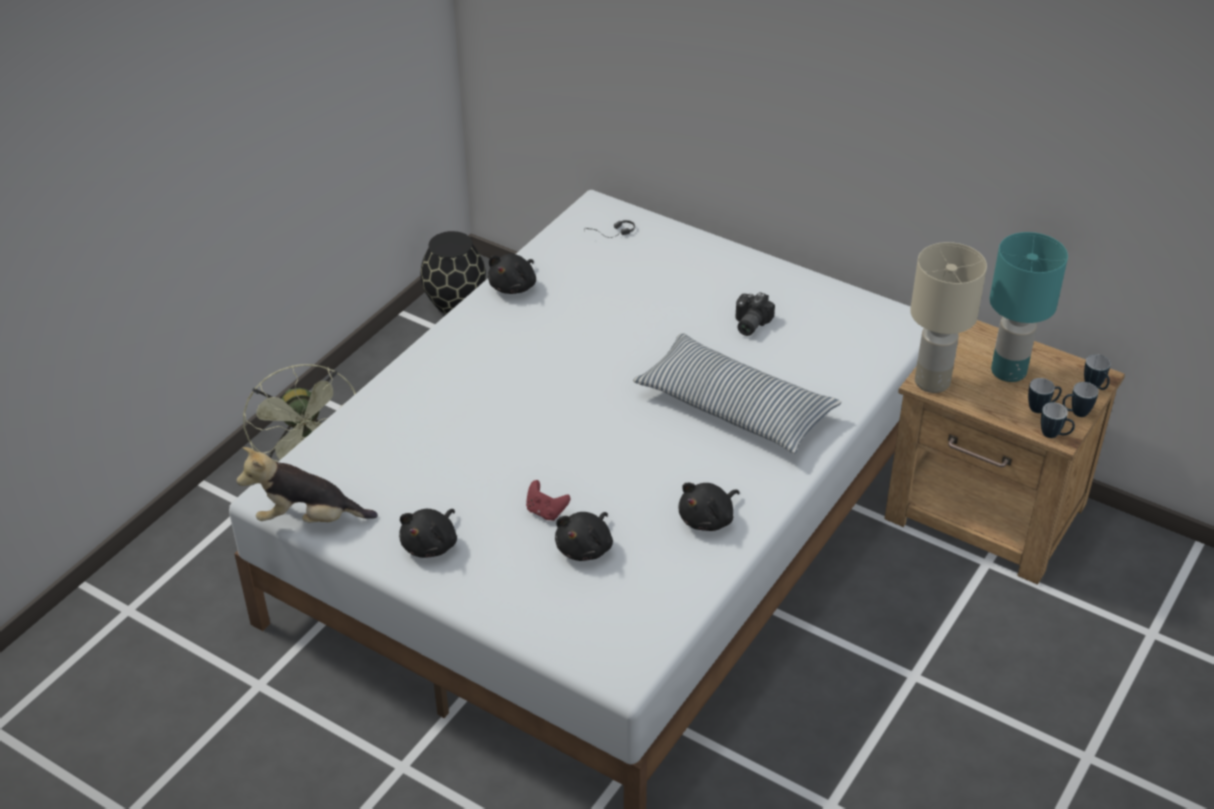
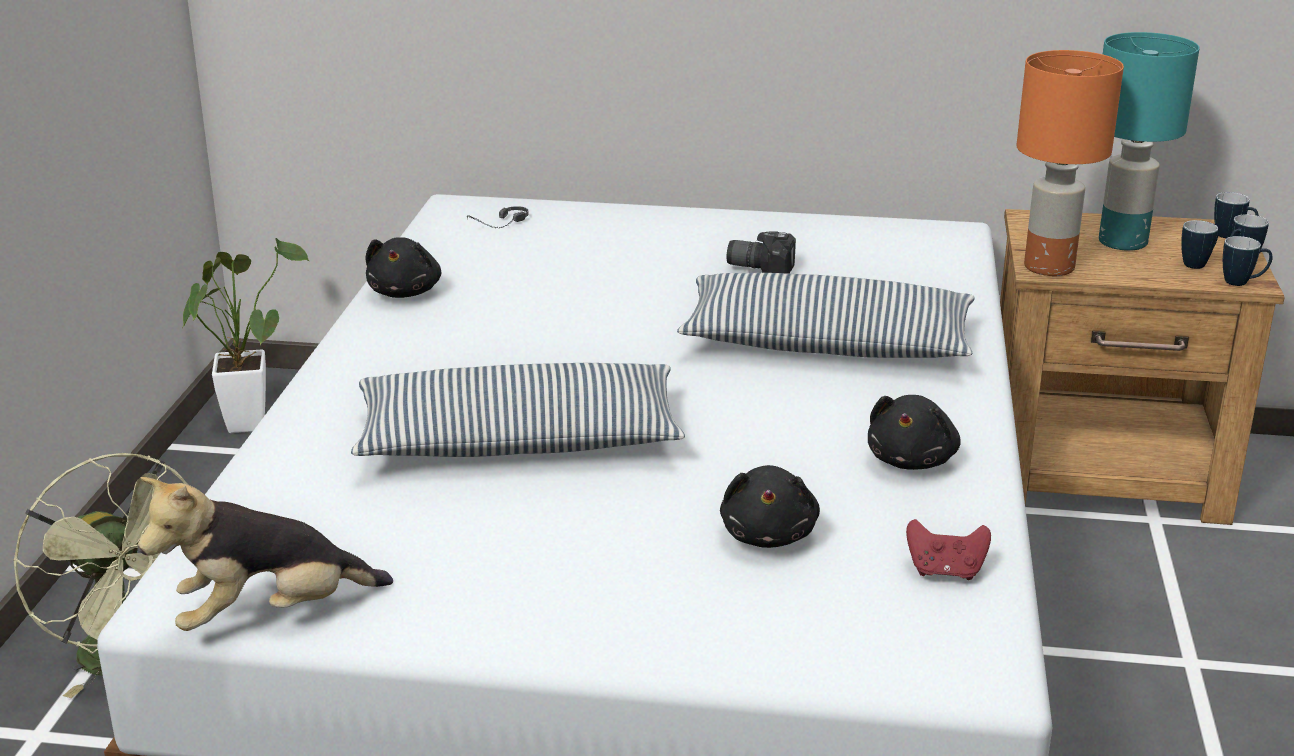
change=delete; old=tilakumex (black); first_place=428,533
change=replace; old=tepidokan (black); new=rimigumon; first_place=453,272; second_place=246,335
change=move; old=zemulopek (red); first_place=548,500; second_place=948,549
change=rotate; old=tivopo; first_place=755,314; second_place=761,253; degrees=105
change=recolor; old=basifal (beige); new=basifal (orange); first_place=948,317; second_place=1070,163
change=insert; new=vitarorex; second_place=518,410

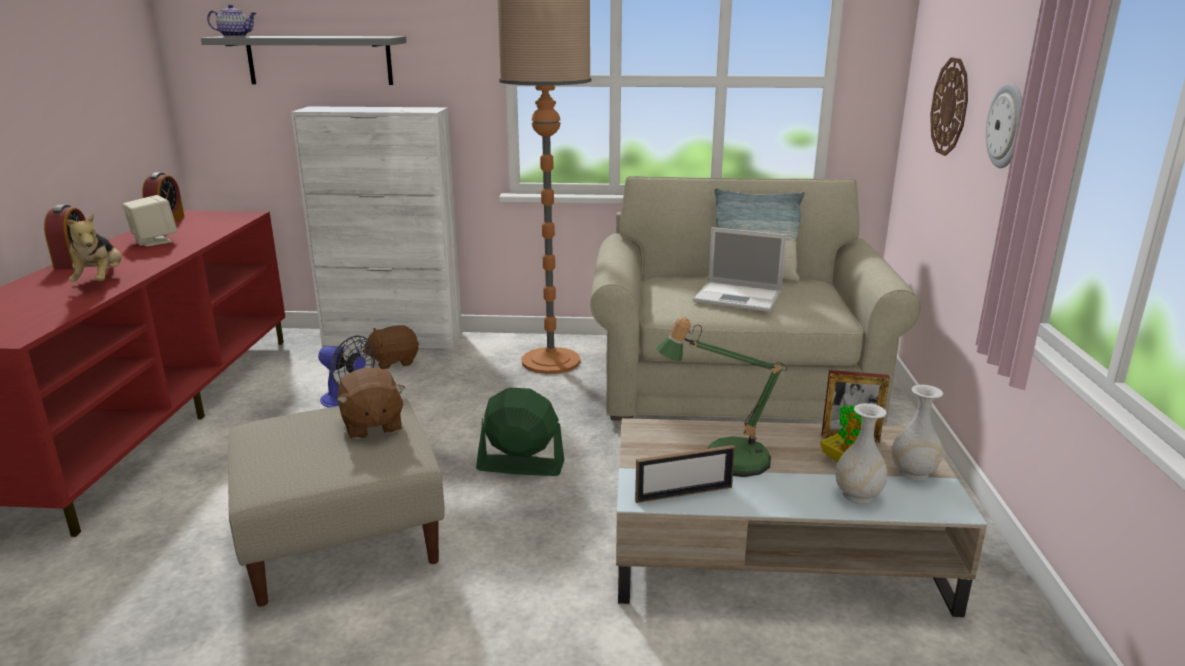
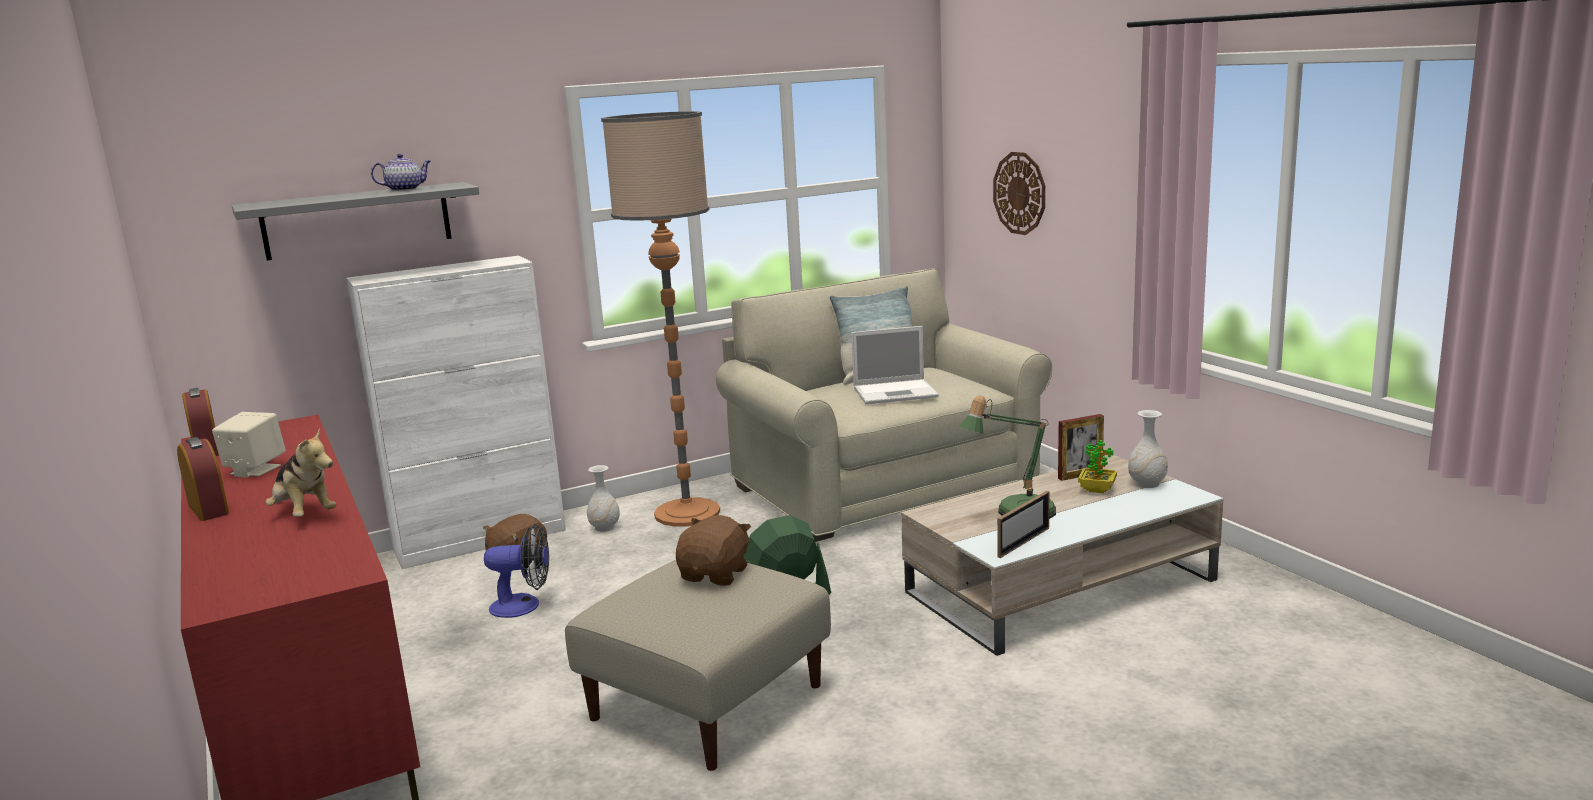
change=move; old=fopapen; first_place=232,20; second_place=401,172
change=rotate; old=tilakumex (brown); first_place=371,404; second_place=713,550; degrees=-105
change=move; old=tepidokan (white); first_place=861,453; second_place=603,498
change=delete; old=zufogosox; first_place=1004,125

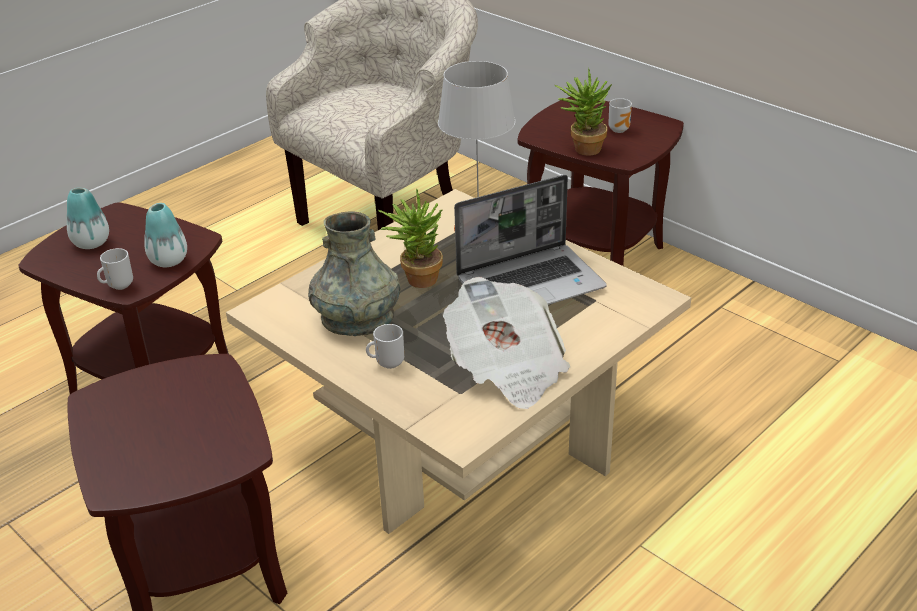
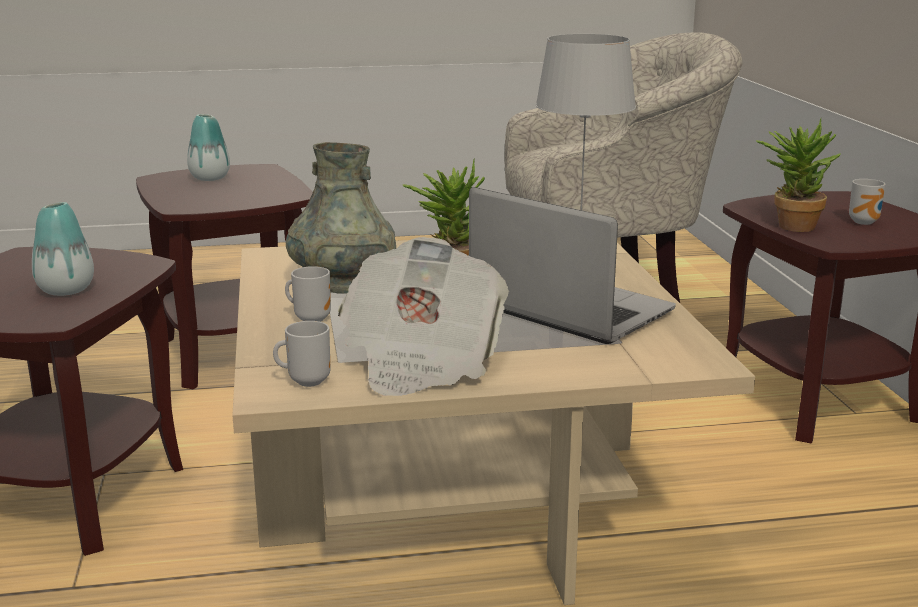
change=move; old=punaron; first_place=115,269; second_place=302,354
change=move; old=tepidokan; first_place=165,235; second_place=63,249
change=rotate; old=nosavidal; first_place=530,240; second_place=572,265; degrees=-150

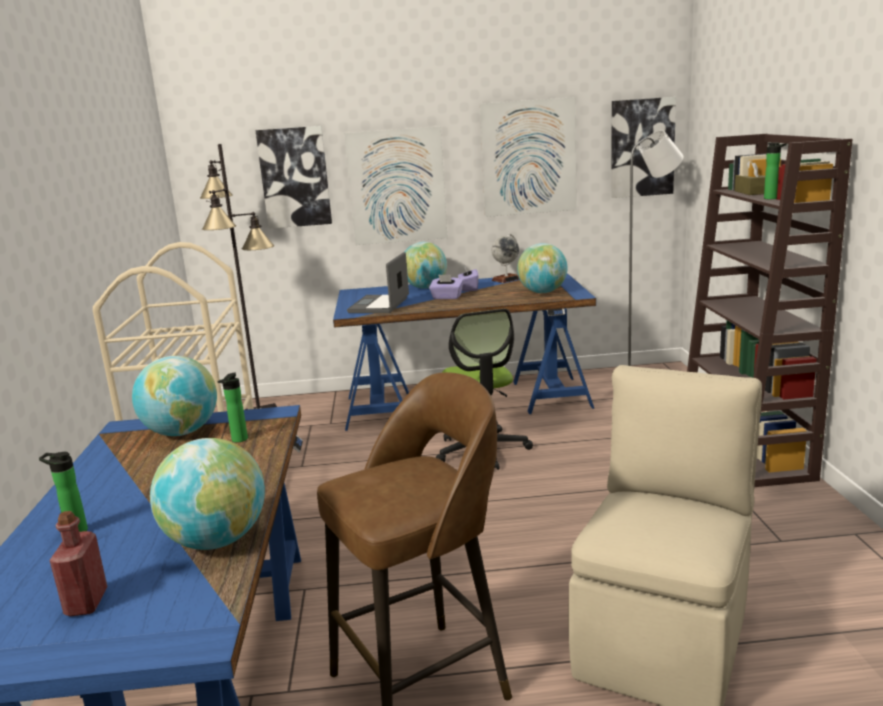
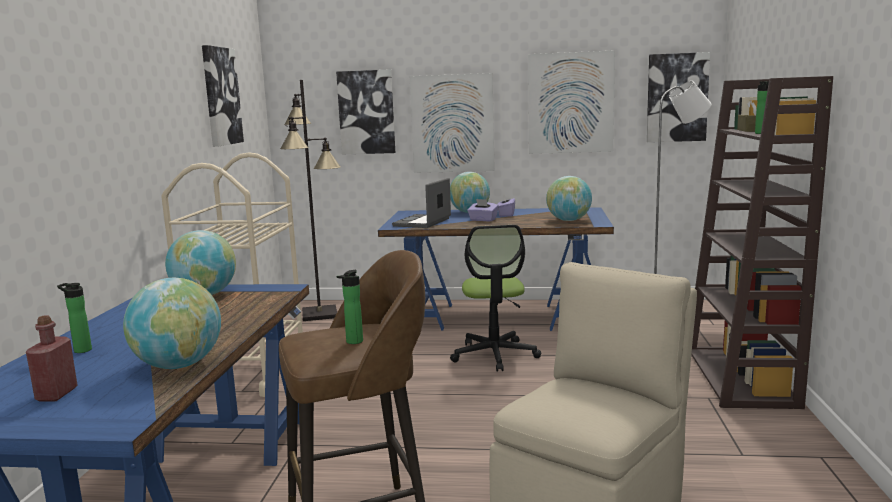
change=move; old=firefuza; first_place=232,407; second_place=350,307
change=delete; old=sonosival; first_place=505,258
change=insert; new=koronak; second_place=223,96

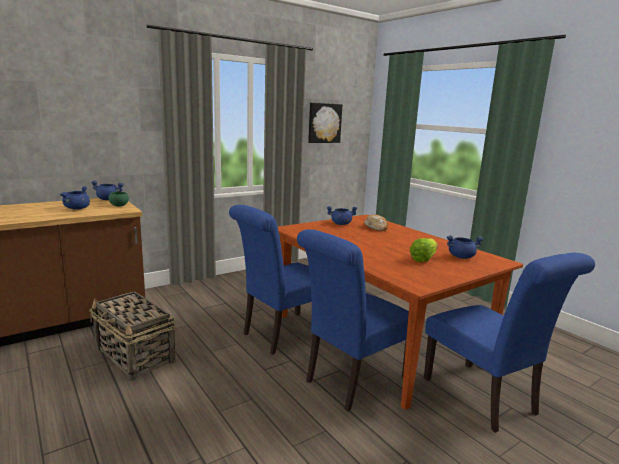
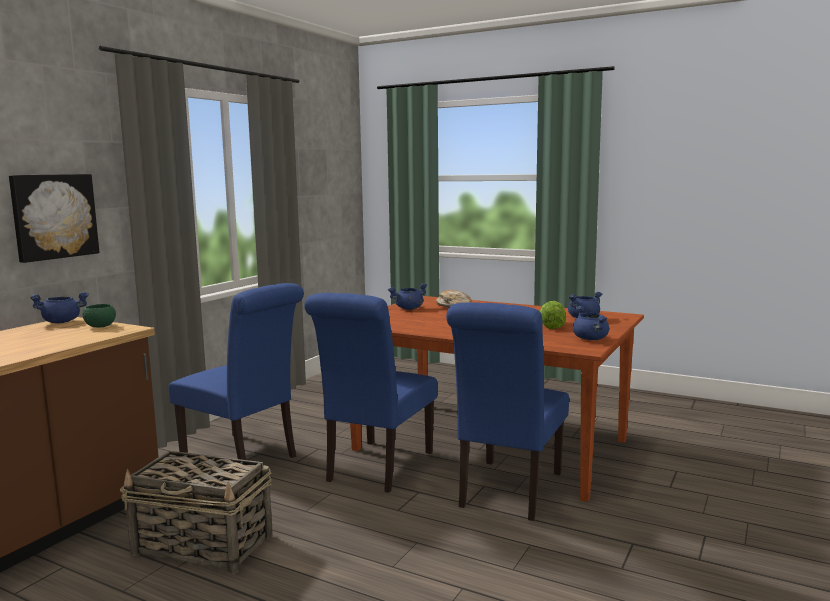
change=move; old=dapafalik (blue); first_place=75,198; second_place=591,323
change=move; old=koronak; first_place=325,123; second_place=54,218
change=move; old=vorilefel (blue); first_place=509,343; second_place=236,371

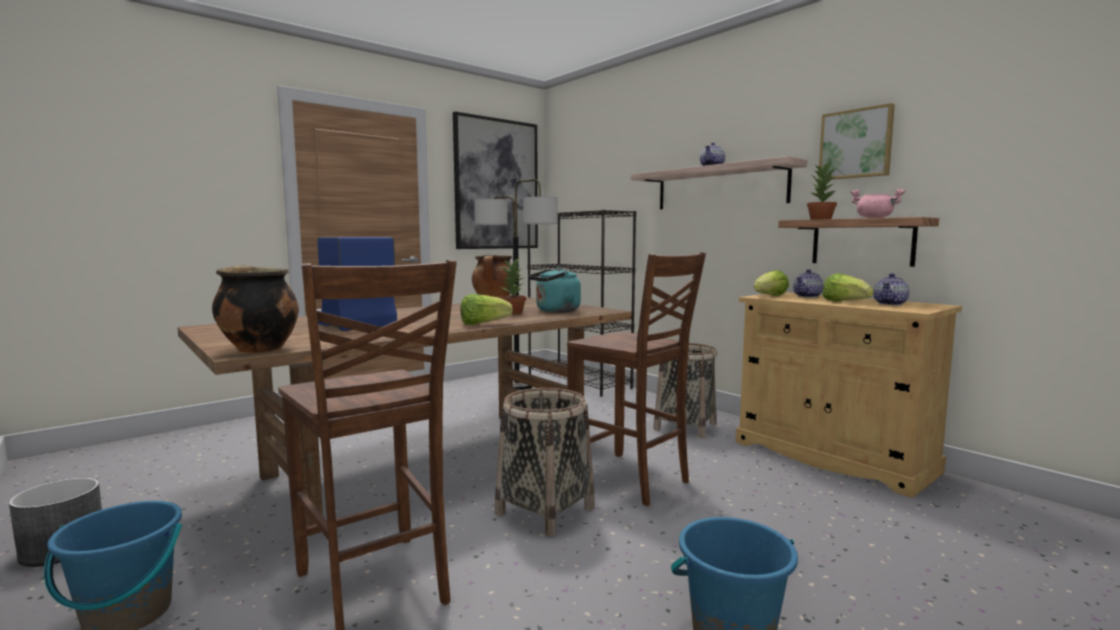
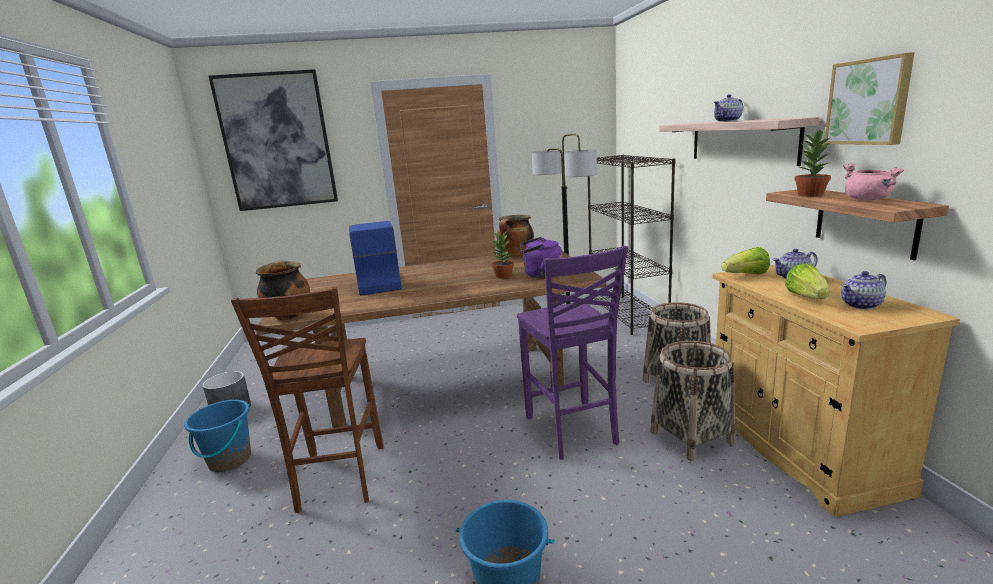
change=move; old=koronak; first_place=495,180; second_place=273,140
change=delete; old=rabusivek; first_place=486,309
change=move; old=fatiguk; first_place=545,462; second_place=693,401
change=recolor; old=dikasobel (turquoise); new=dikasobel (purple); first_place=554,289; second_place=541,257
change=recolor; old=vorilefel (brown); new=vorilefel (purple); first_place=636,379; second_place=572,353

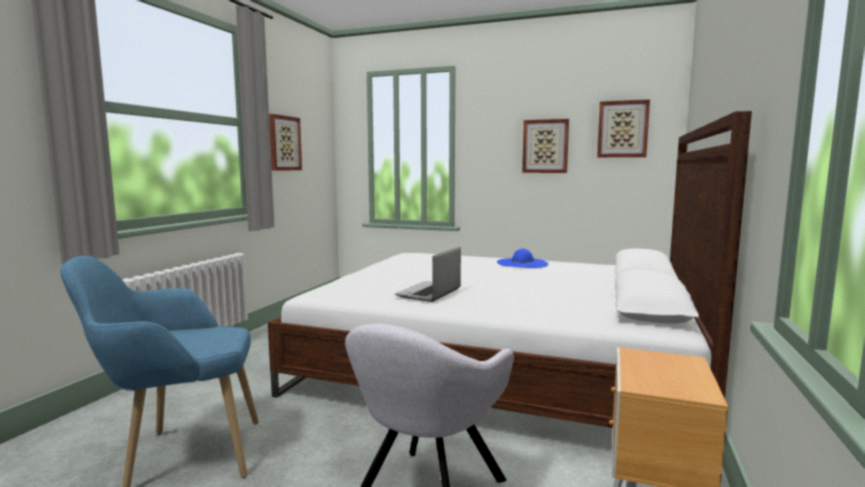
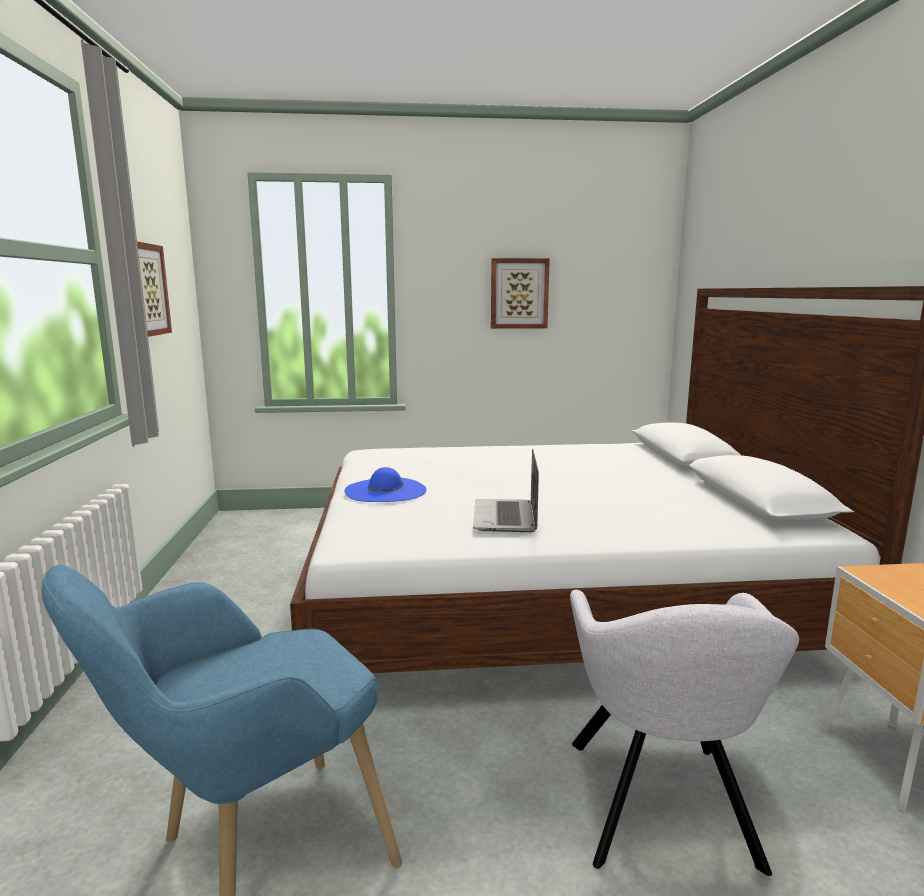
change=move; old=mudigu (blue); first_place=523,258; second_place=386,484
change=delete; old=koronak; first_place=623,128

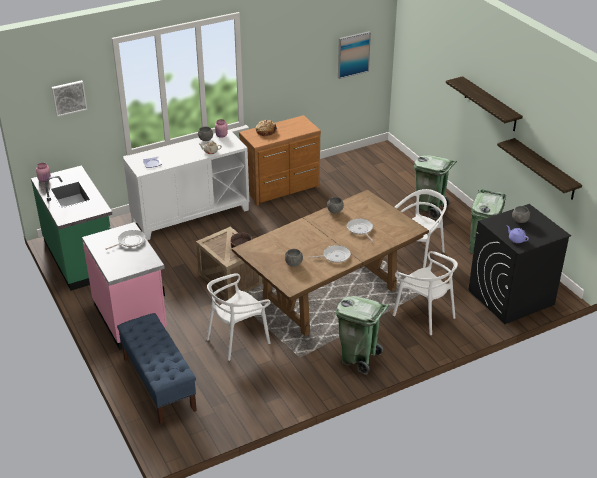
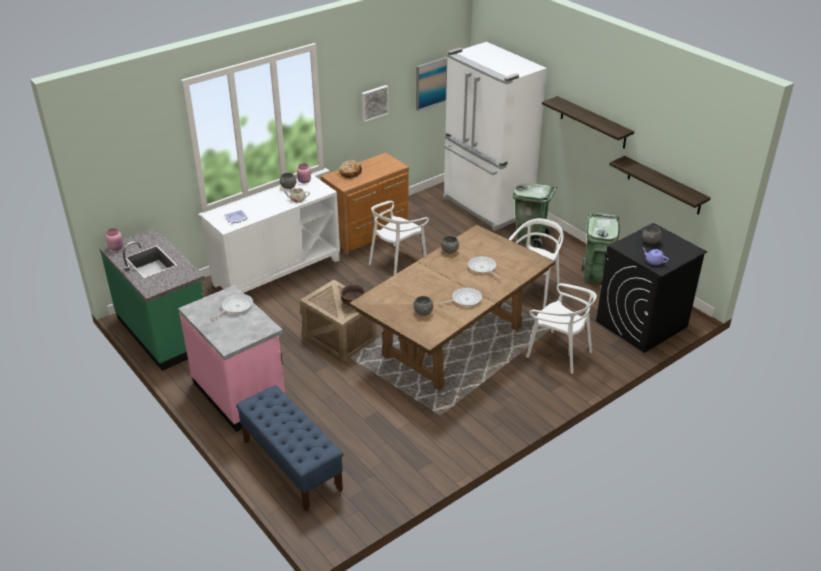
change=move; old=koronak; first_place=69,98; second_place=375,103
change=move; old=vorilefel (white); first_place=238,317; second_place=399,238
change=delete; old=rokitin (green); first_place=362,335
change=insert; new=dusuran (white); second_place=495,136

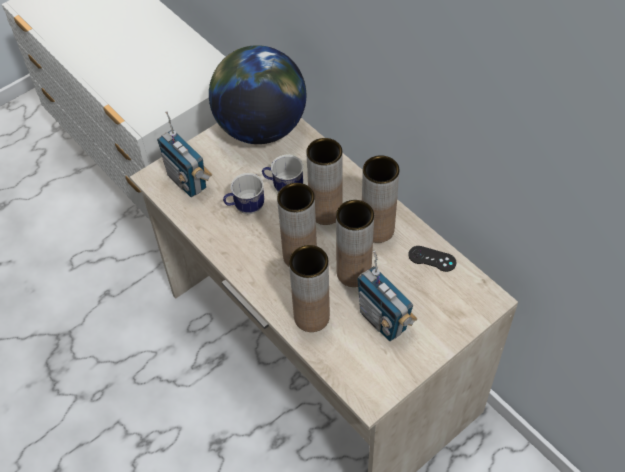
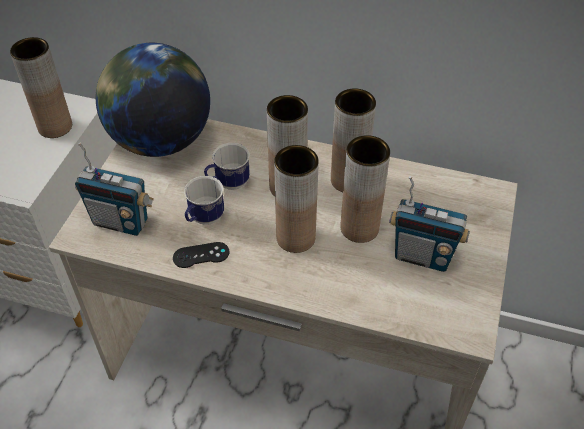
change=move; old=tepidokan (brown); first_place=309,288; second_place=41,87
change=move; old=zemulopek (black); first_place=432,259; second_place=201,255

